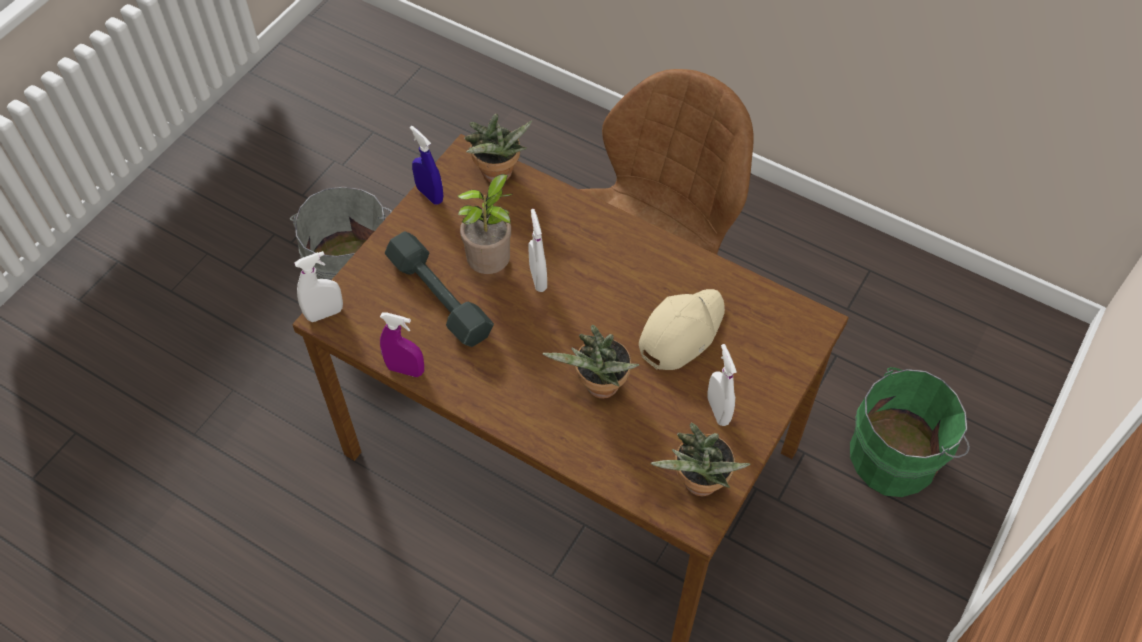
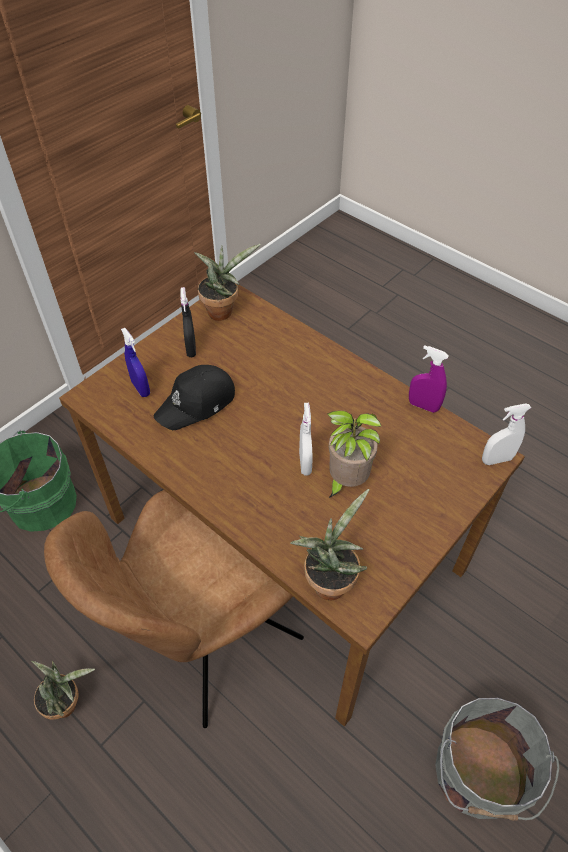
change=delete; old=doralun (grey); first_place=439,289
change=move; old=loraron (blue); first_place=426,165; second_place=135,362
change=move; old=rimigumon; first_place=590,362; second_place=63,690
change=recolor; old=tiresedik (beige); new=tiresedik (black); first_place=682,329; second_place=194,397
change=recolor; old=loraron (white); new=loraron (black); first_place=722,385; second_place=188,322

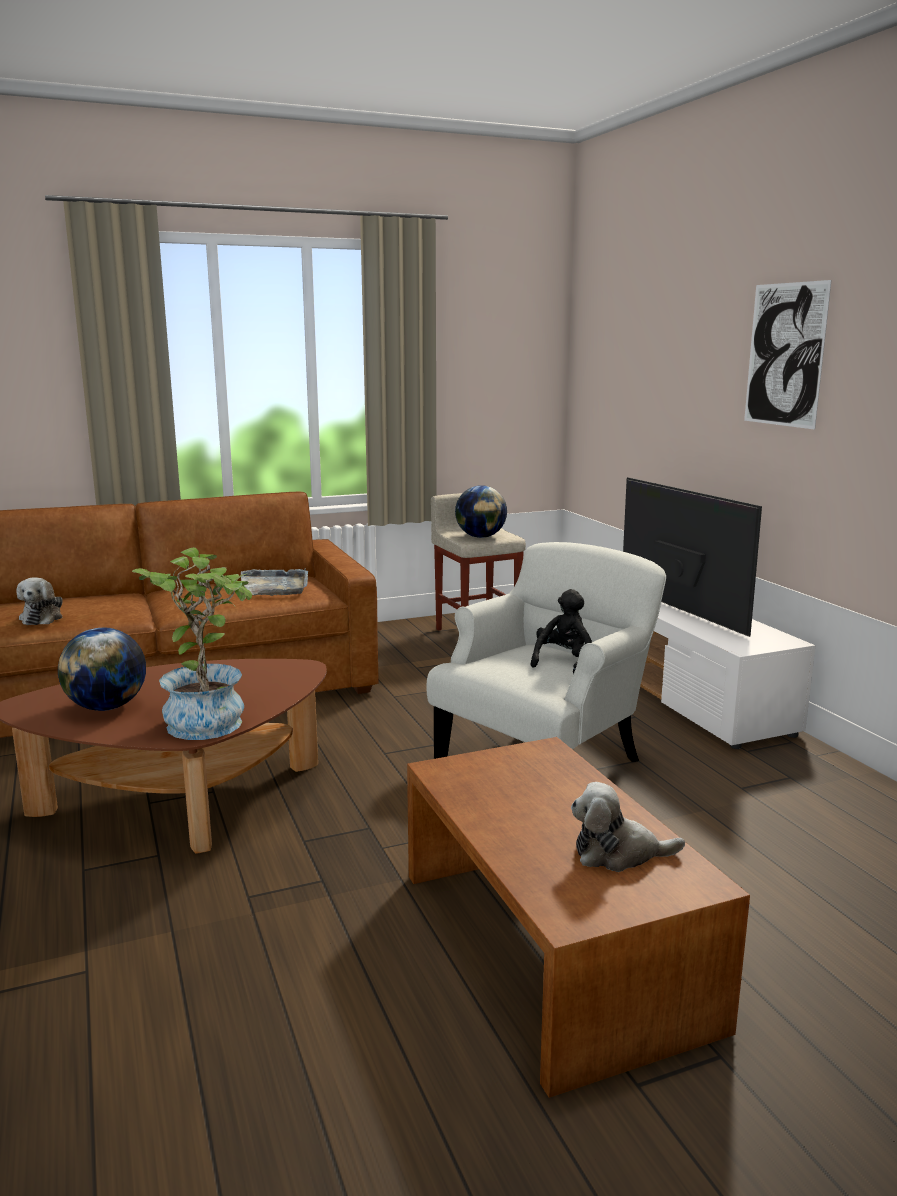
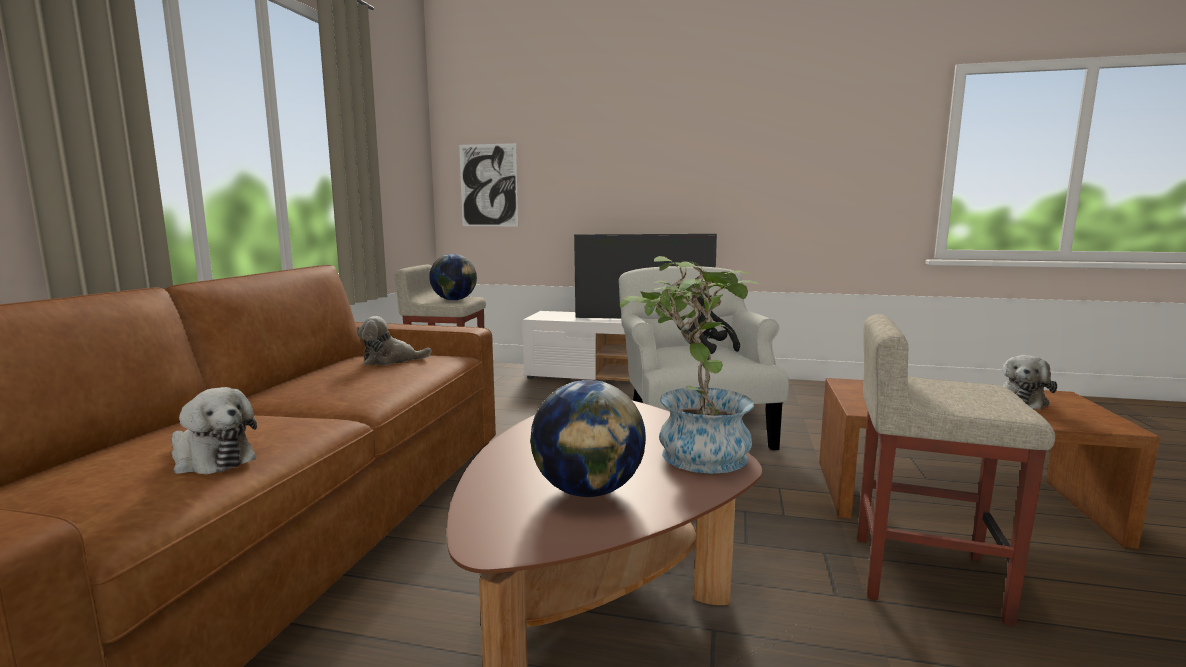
change=replace; old=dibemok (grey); new=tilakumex; first_place=274,582; second_place=394,340
change=move; old=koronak; first_place=788,355; second_place=488,184
change=insert; new=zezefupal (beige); second_place=956,470

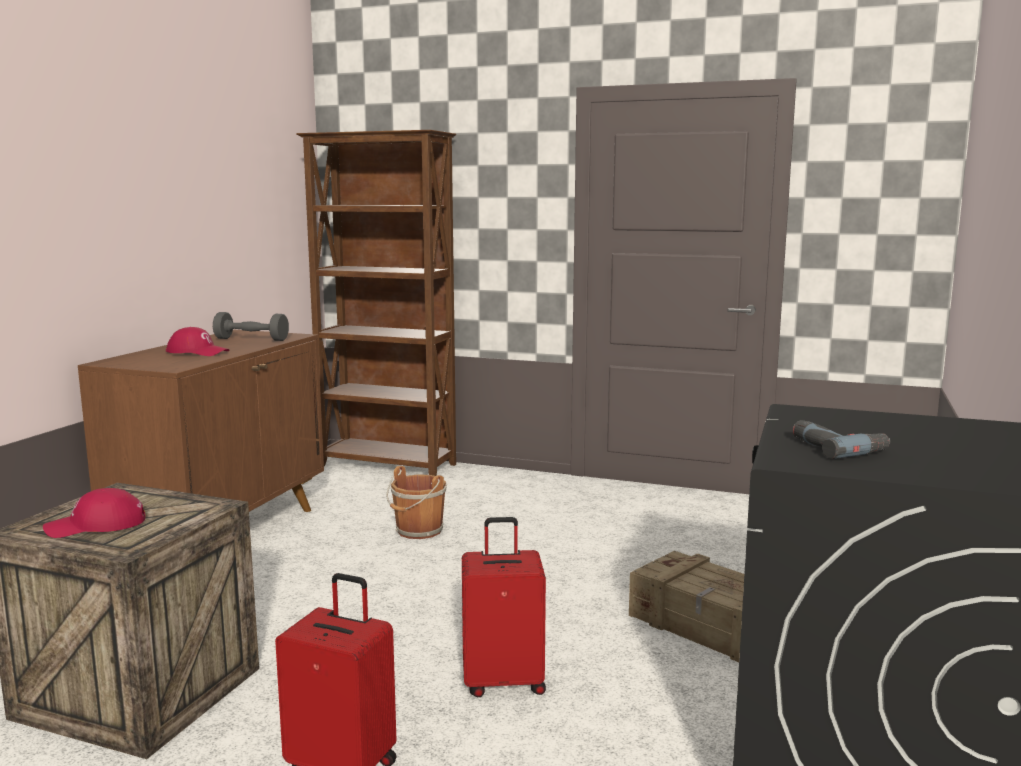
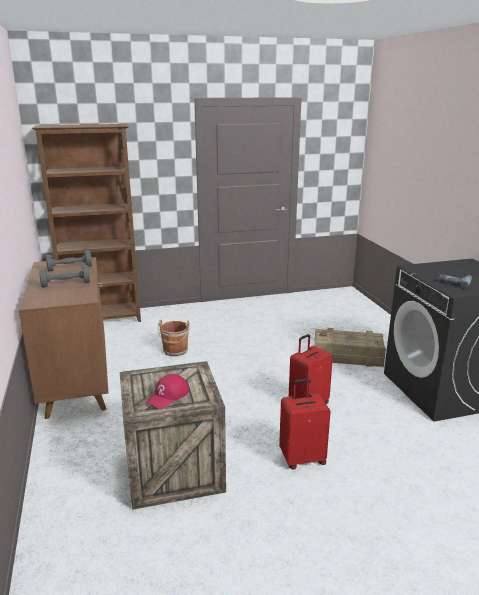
change=replace; old=tiresedik (red); new=doralun (grey); first_place=197,341; second_place=64,276

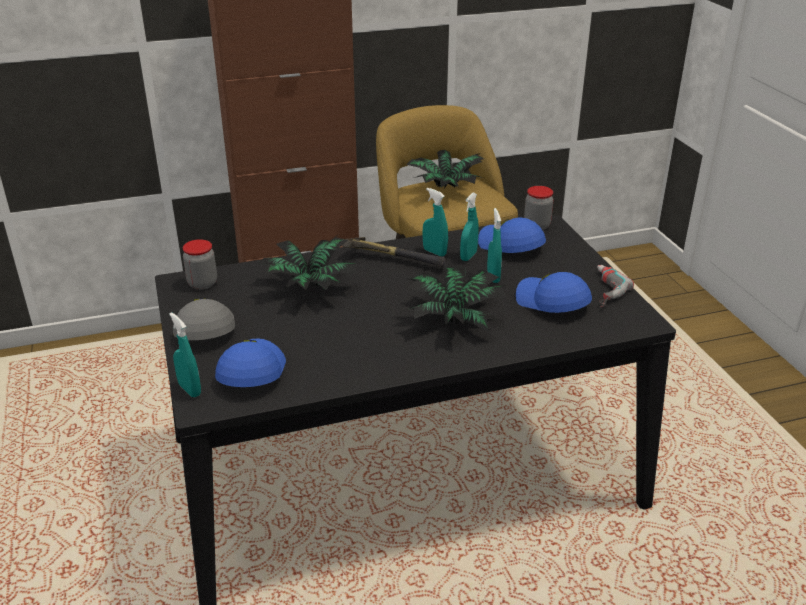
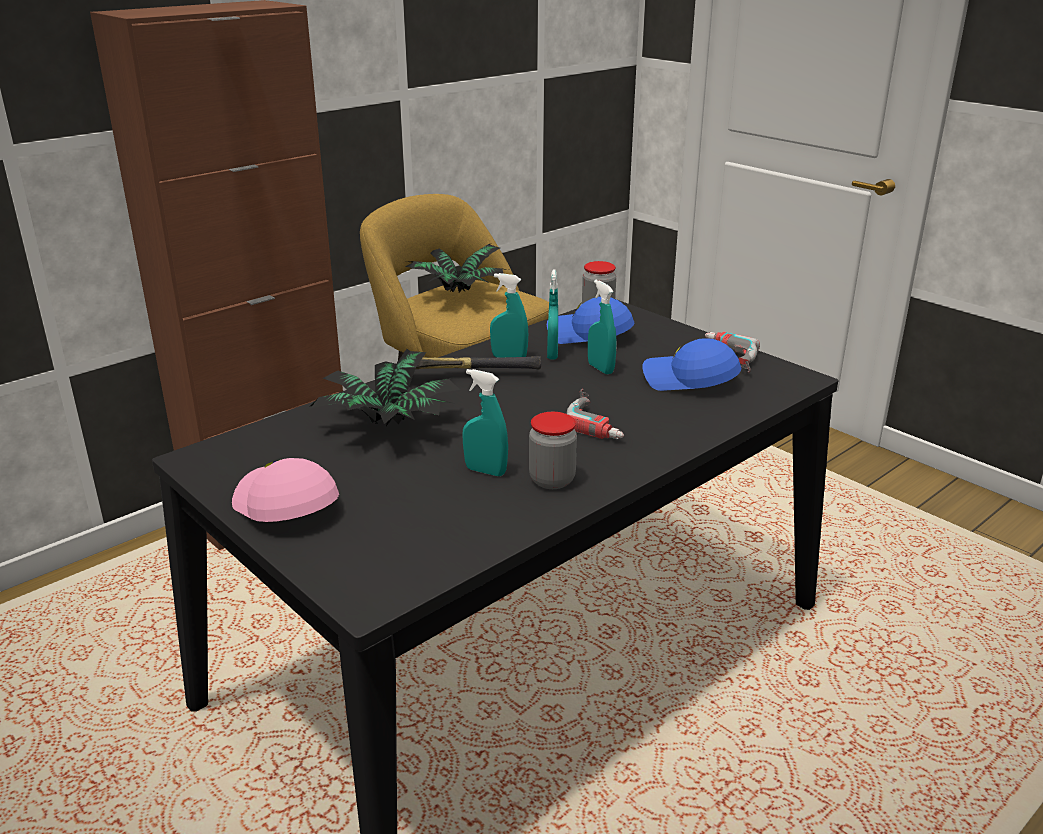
change=move; old=loraron (turquoise); first_place=185,354; second_place=485,422
change=recolor; old=tiresedik (grey); new=tiresedik (pink); first_place=204,319; second_place=285,490
change=move; old=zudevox; first_place=200,264; second_place=553,450
change=delete; old=tiresedik (blue); first_place=250,362
change=replace; old=rimigumon; new=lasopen; first_place=457,299; second_place=595,414

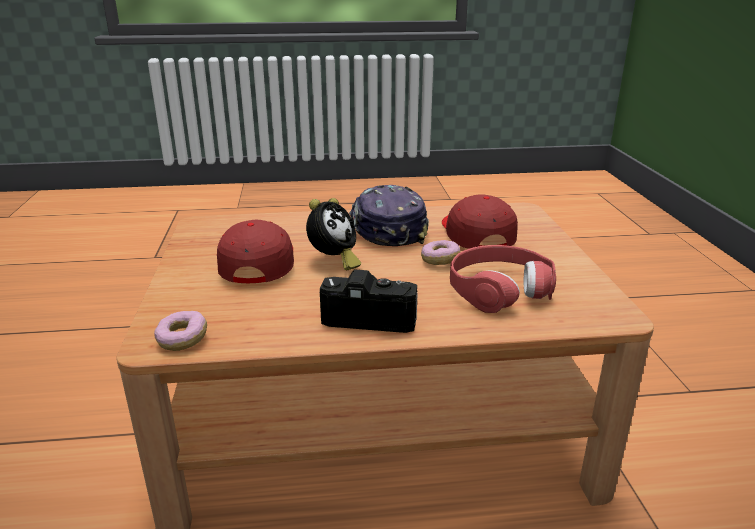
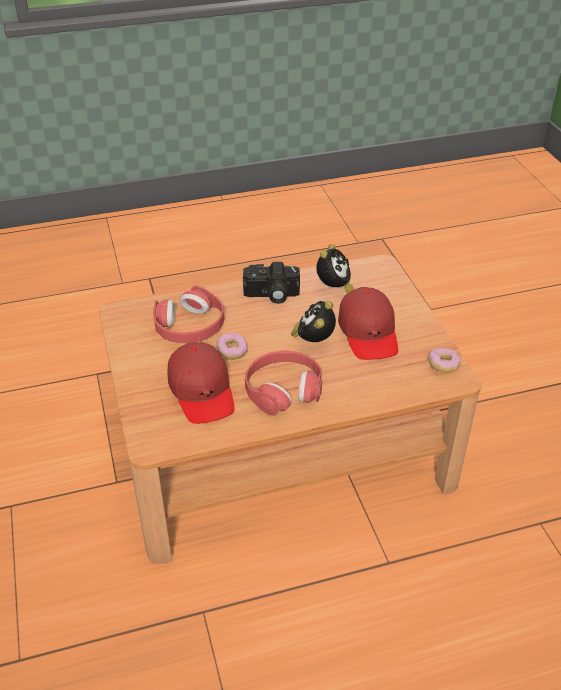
change=move; old=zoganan; first_place=180,331; second_place=444,360
change=replace; old=tiresedik; new=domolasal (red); first_place=389,215; second_place=283,383
change=insert; new=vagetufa; second_place=335,269

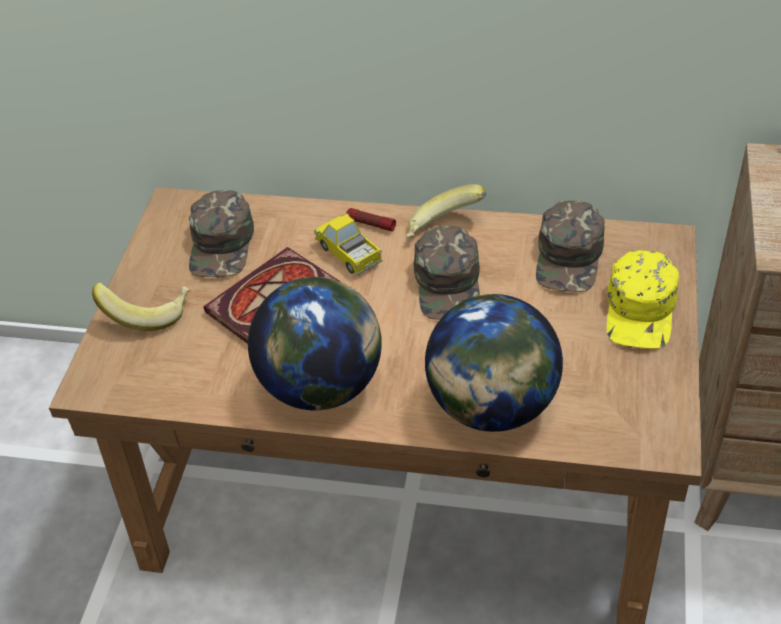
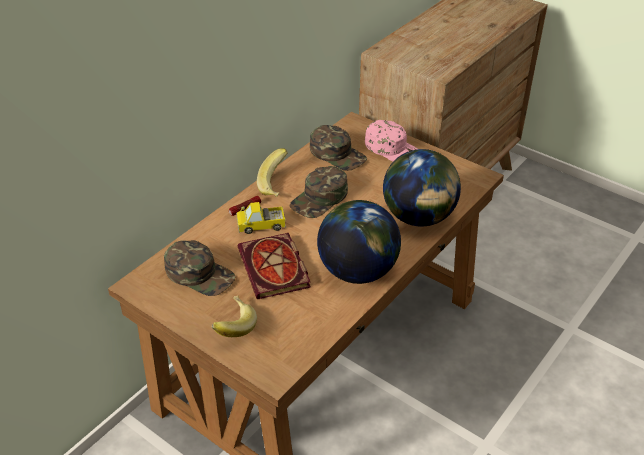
change=rotate; old=tiresedik (green); first_place=447,273; second_place=319,192; degrees=105
change=recolor; old=tiresedik (yellow); new=tiresedik (pink); first_place=643,299; second_place=391,141

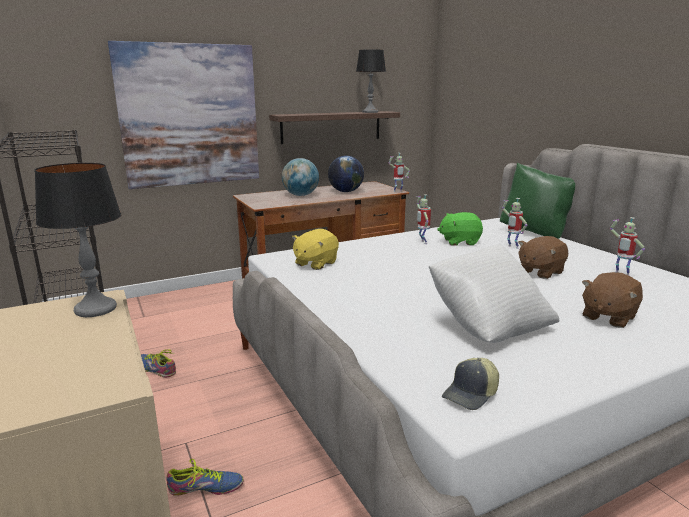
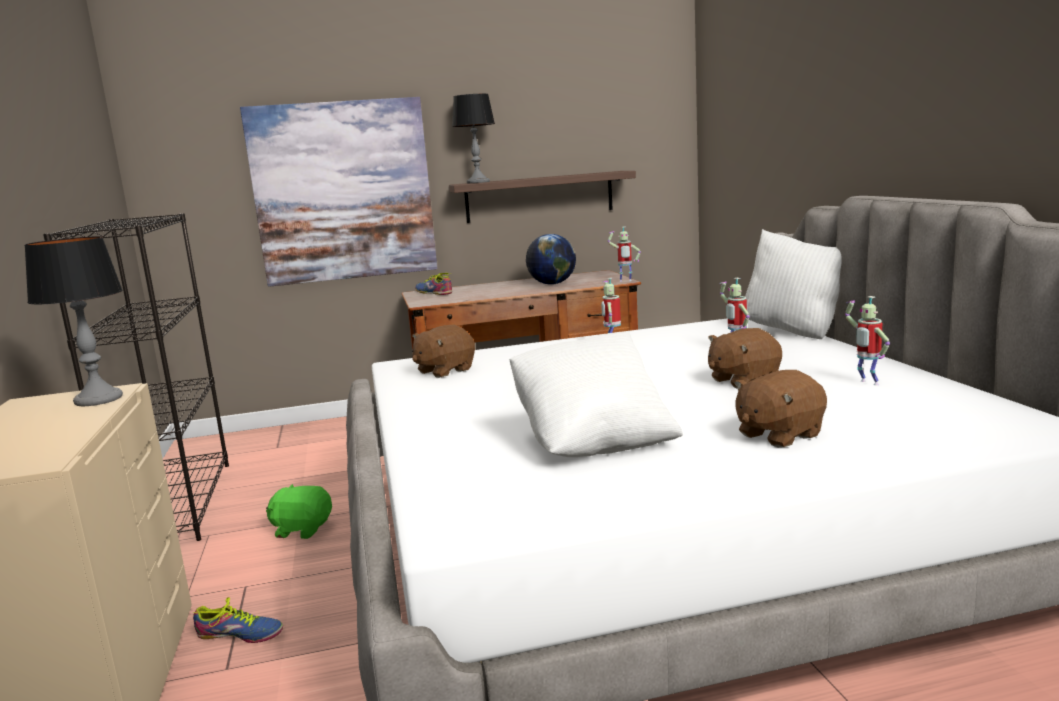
change=move; old=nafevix; first_place=158,363; second_place=433,284
change=delete; old=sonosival; first_place=300,177
change=recolor; old=tilakumex (yellow); new=tilakumex (brown); first_place=315,249; second_place=443,351
change=move; old=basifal; first_place=371,81; second_place=473,138
change=move; old=tilakumex (green); first_place=460,228; second_place=299,511
change=delete; old=tiresedik; first_place=470,384
change=recolor; old=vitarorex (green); new=vitarorex (white); first_place=537,201; second_place=793,284

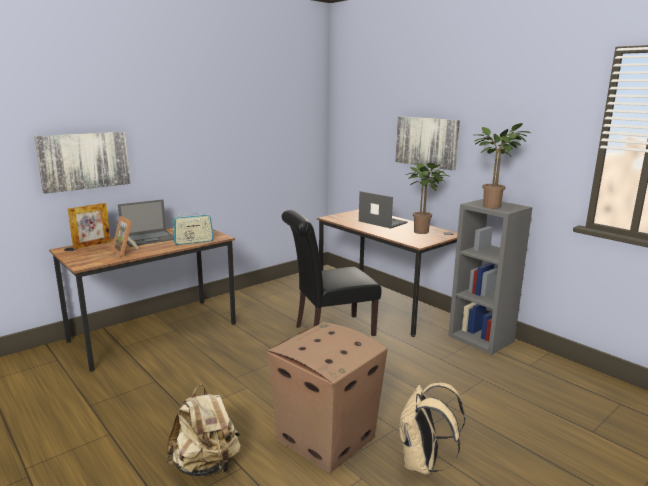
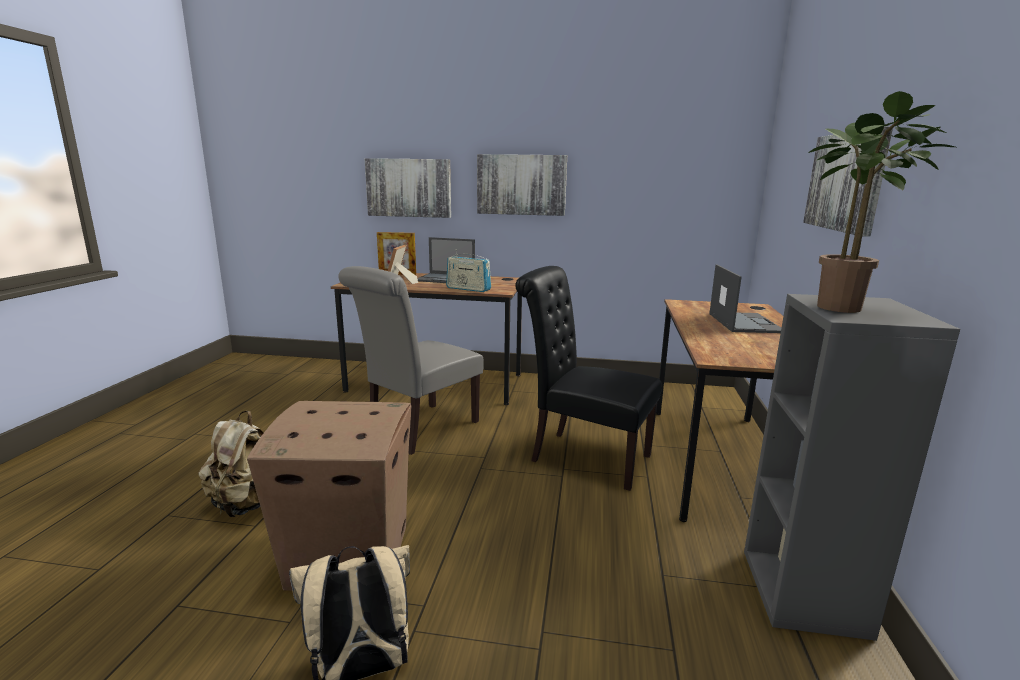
change=delete; old=rimigumon; first_place=427,198
change=insert; new=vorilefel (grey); second_place=411,360
change=insert; new=koronak; second_place=522,185

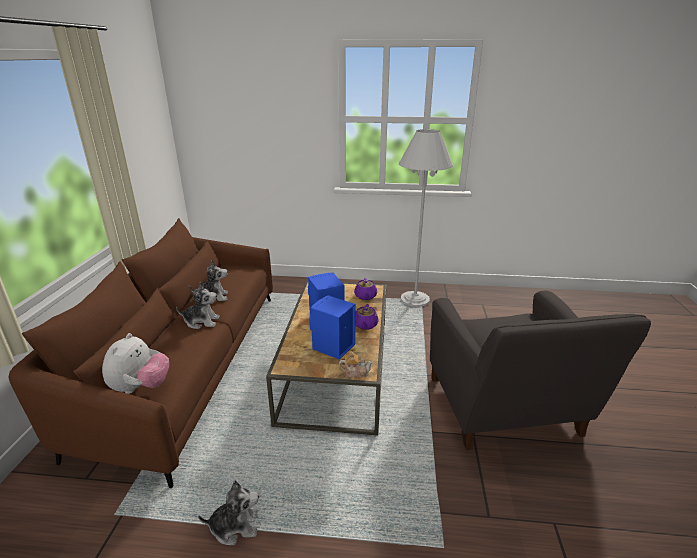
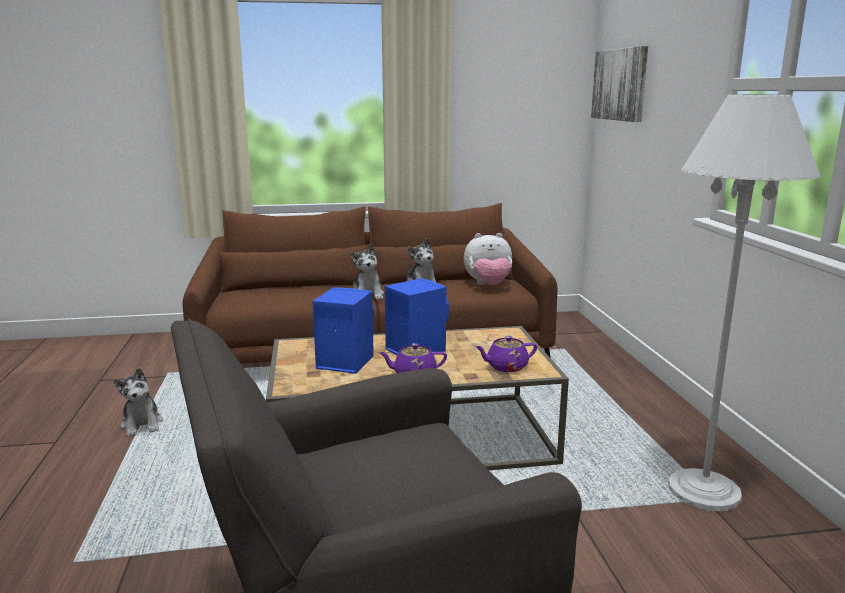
change=move; old=tilakumex; first_place=135,363; second_place=488,259
change=delete; old=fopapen; first_place=356,364
change=insert; new=koronak; second_place=619,84

